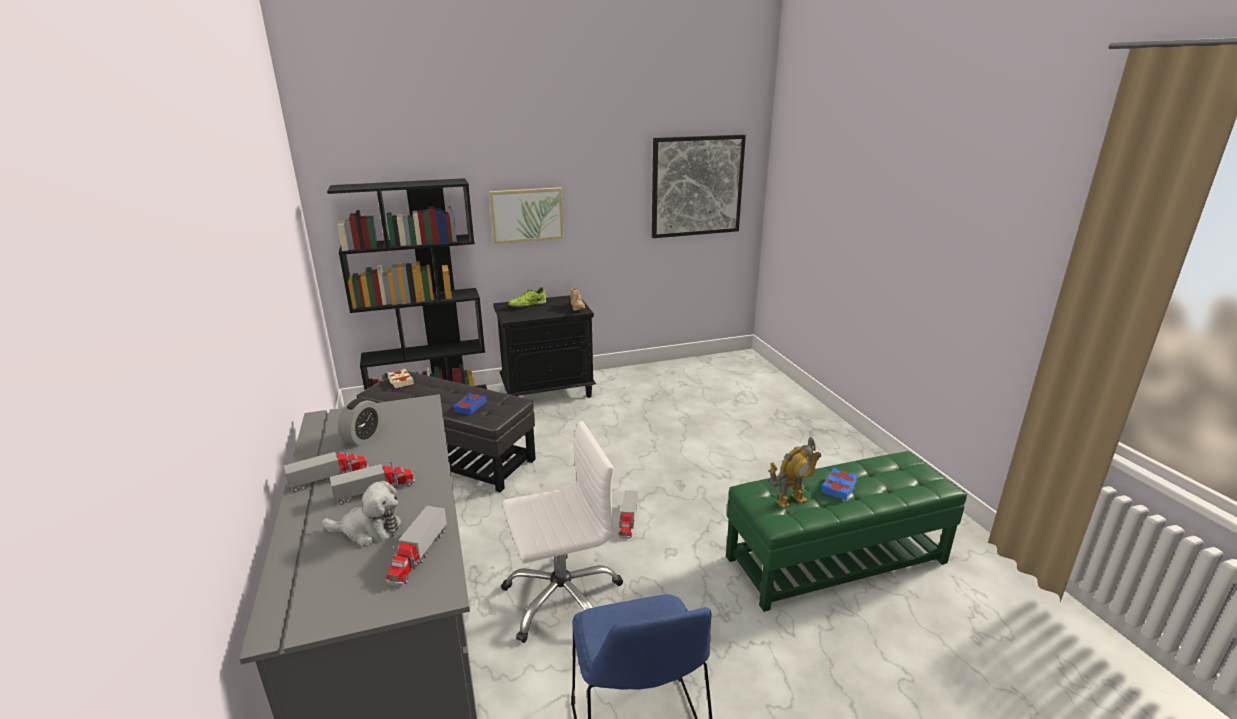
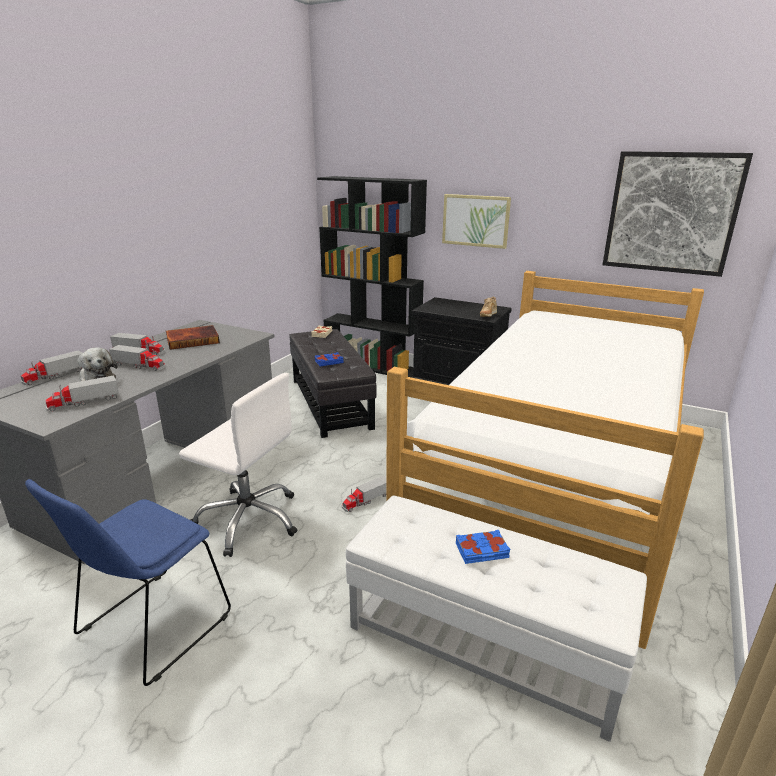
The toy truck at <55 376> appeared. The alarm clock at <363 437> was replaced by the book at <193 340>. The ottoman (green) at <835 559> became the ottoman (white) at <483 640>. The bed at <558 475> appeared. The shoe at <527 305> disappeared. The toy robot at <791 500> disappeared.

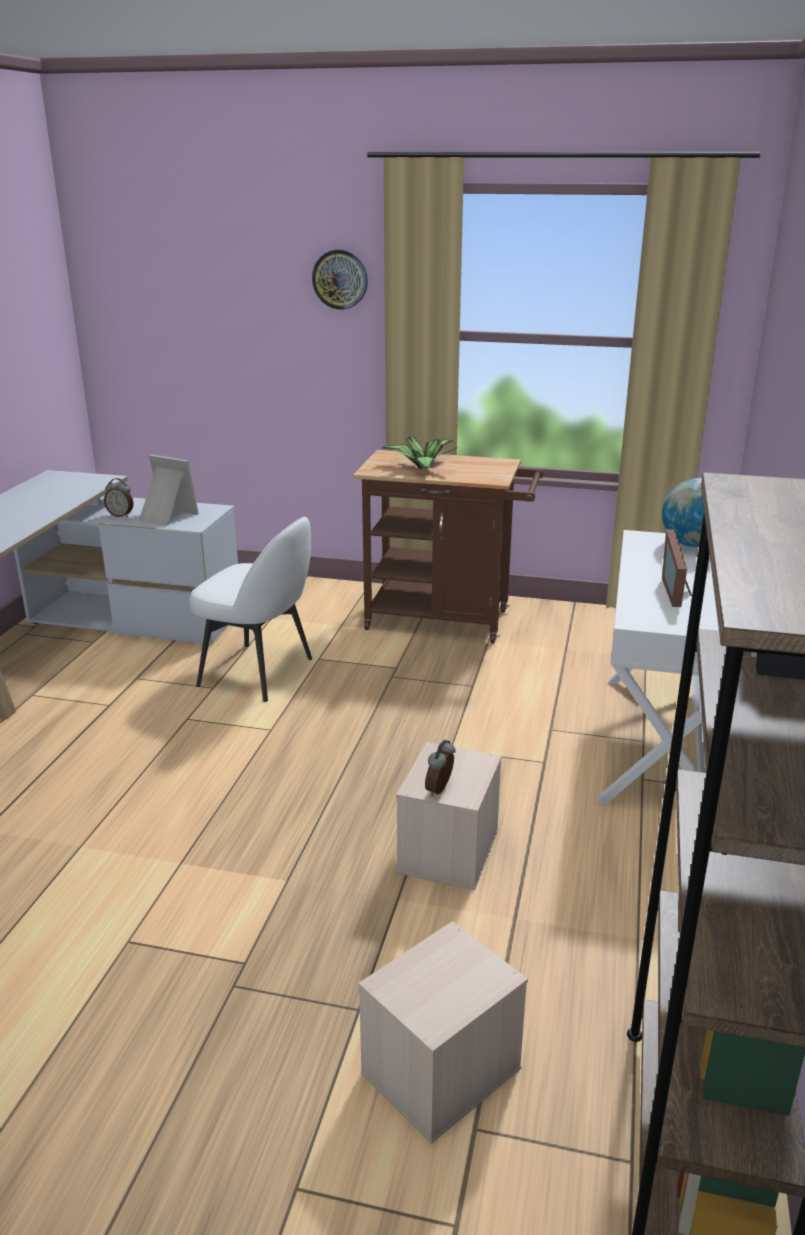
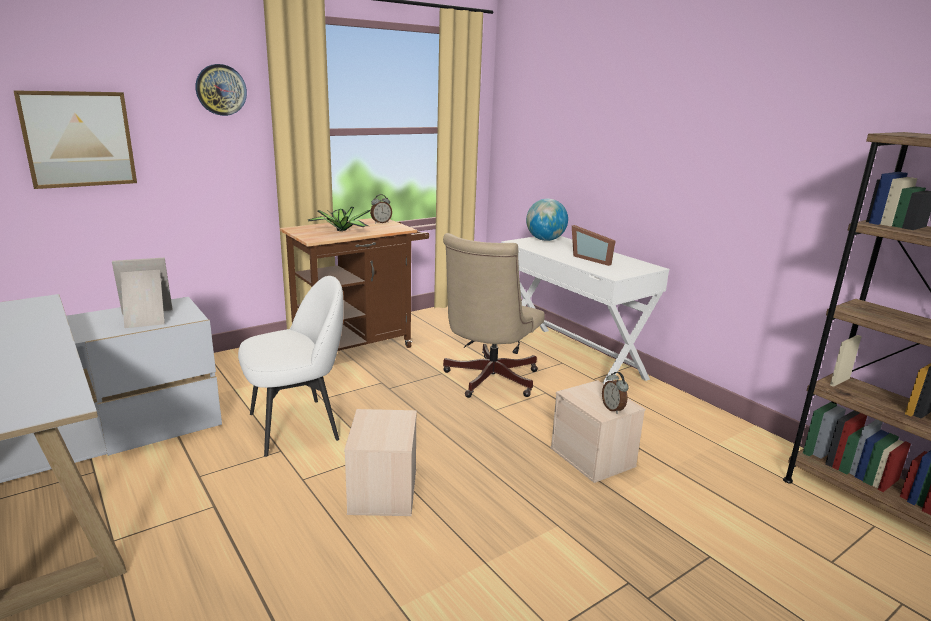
The picture at <78 139> appeared. The storage box (beige) moved from <440 1073> to <384 492>. The alarm clock moved from <121 515> to <381 222>. The office chair (beige) at <487 381> appeared.

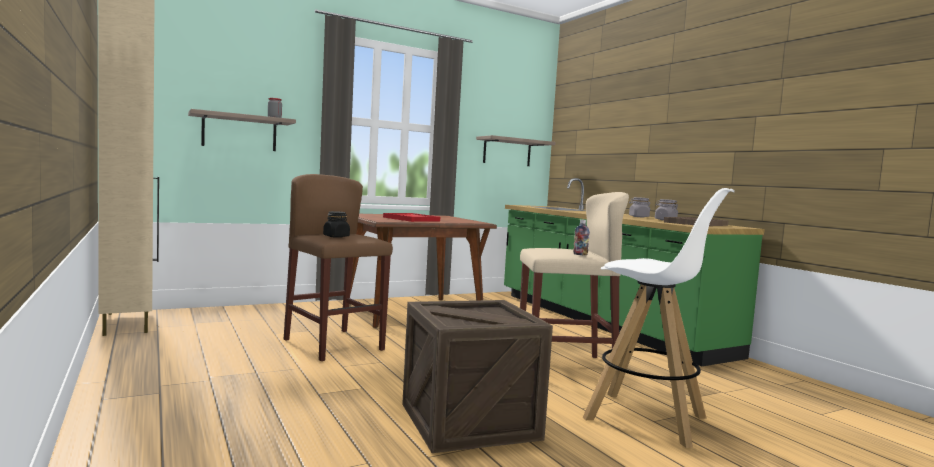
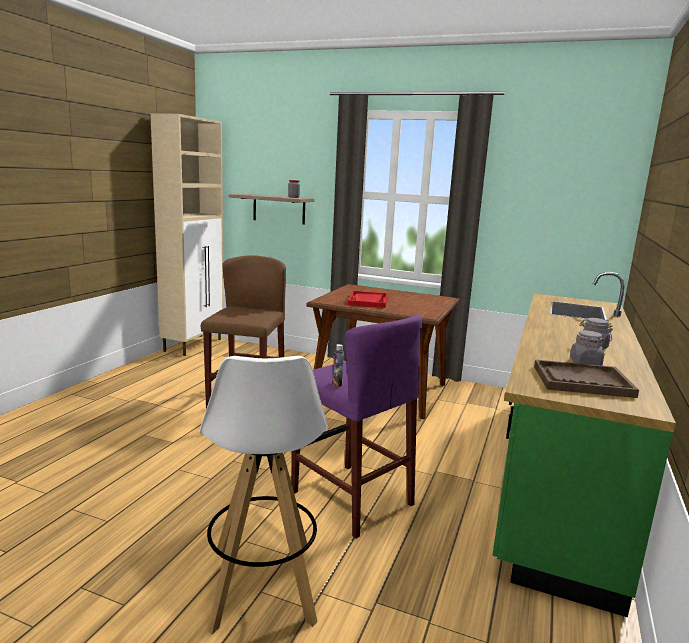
The stool (beige) at <564 366> became the stool (purple) at <351 498>. The jar (black) at <336 236> disappeared. The crate at <469 421> disappeared. The shelf at <507 152> disappeared.

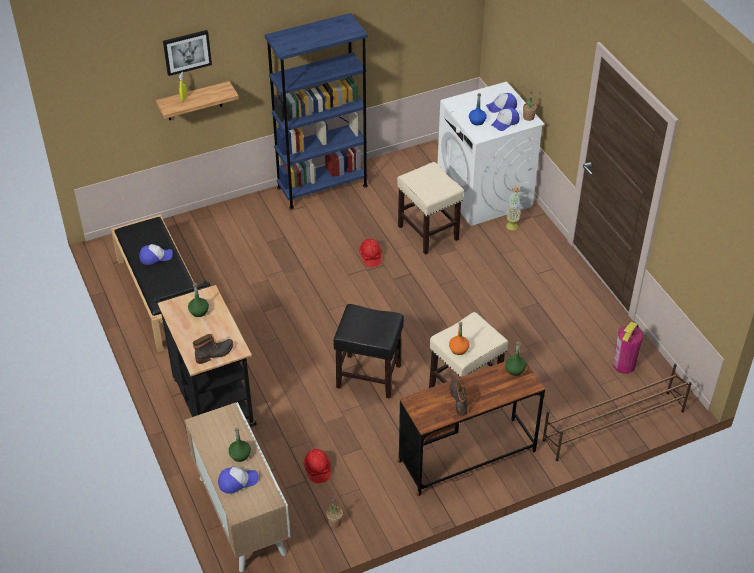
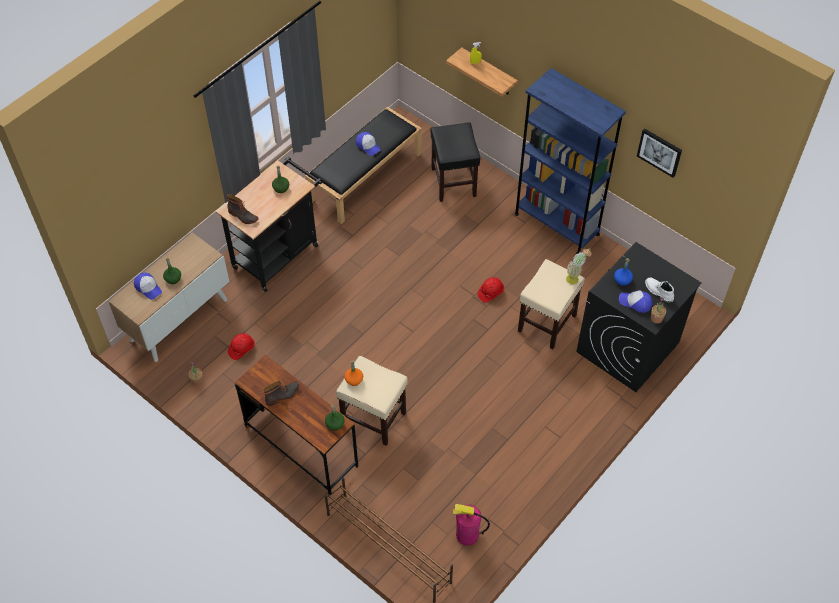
The stool (black) moved from <369 376> to <454 182>. The potted plant moved from <512 224> to <575 278>. The washing machine (white) at <484 194> became the washing machine (black) at <627 347>. The picture moved from <187 52> to <659 152>. The cap at <501 106> was replaced by the boot (white) at <658 292>.

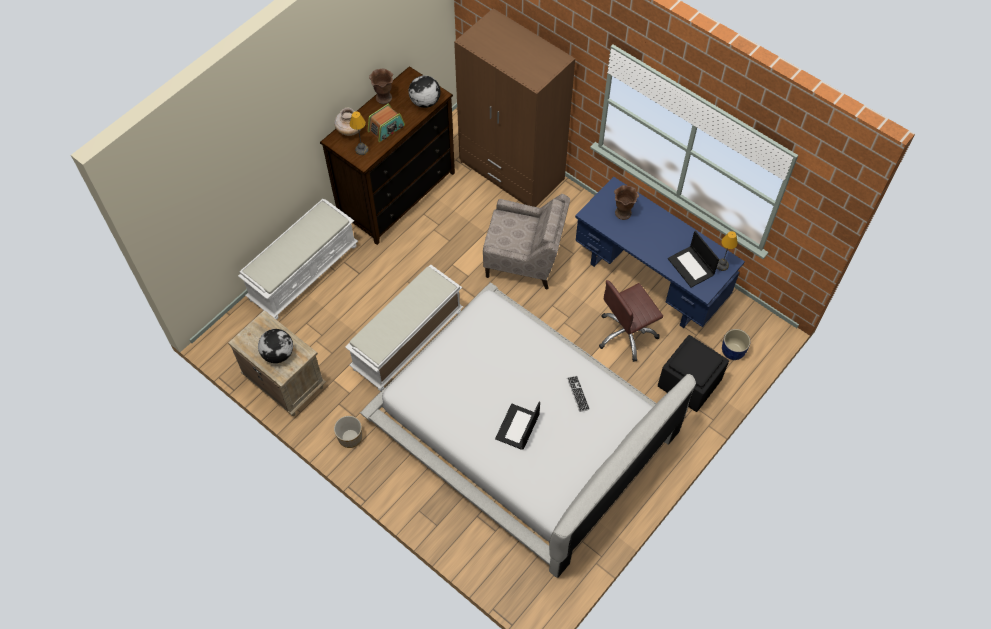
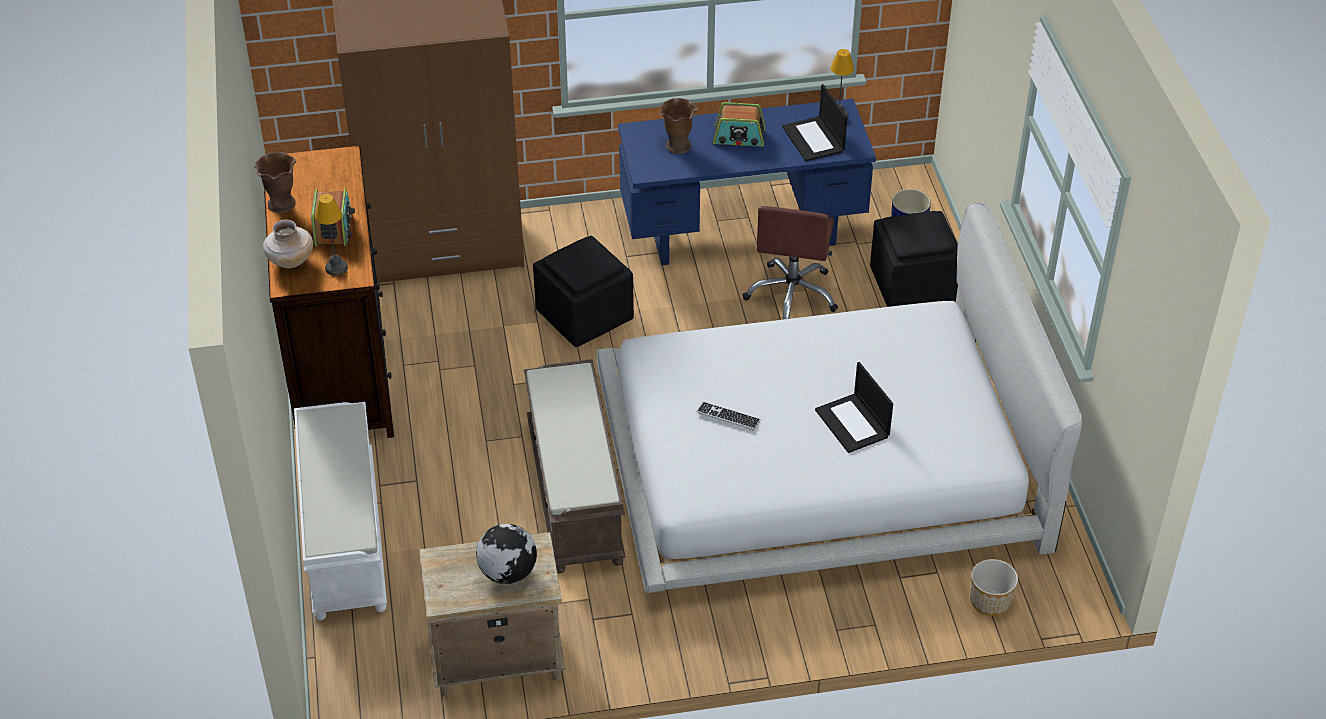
The bench (white) at <407 341> became the bench (brown) at <576 493>. The armchair (beige) at <524 259> was replaced by the ottoman (black) at <585 316>. The keyboard moved from <578 394> to <728 417>. The radio at <739 137> appeared. The laptop at <691 267> turned 60 degrees clockwise. The planter moved from <350 438> to <990 601>. The globe at <425 102> disappeared.

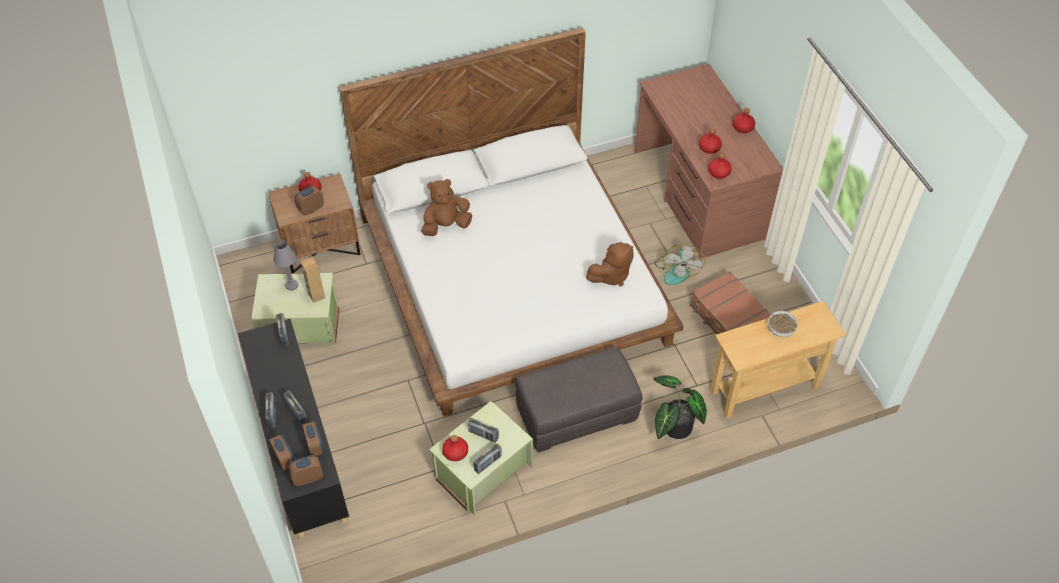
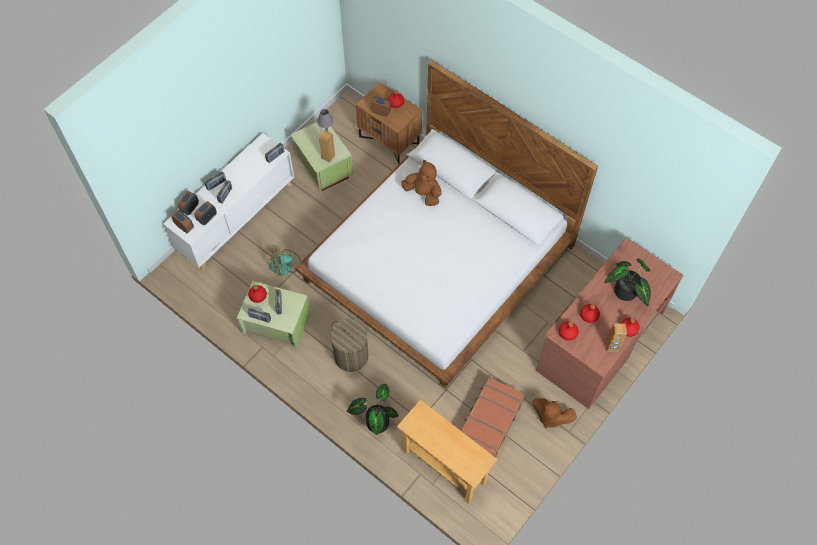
The cabinet (black) at <300 448> became the cabinet (white) at <236 217>. The fan moved from <677 270> to <285 266>. The ottoman (grey) at <577 414> was replaced by the laundry basket at <351 356>. The plush toy (brown) moved from <611 275> to <550 416>. The potted plant at <625 293> appeared. The speaker (brown) at <612 346> appeared. The bowl at <781 330> disappeared.

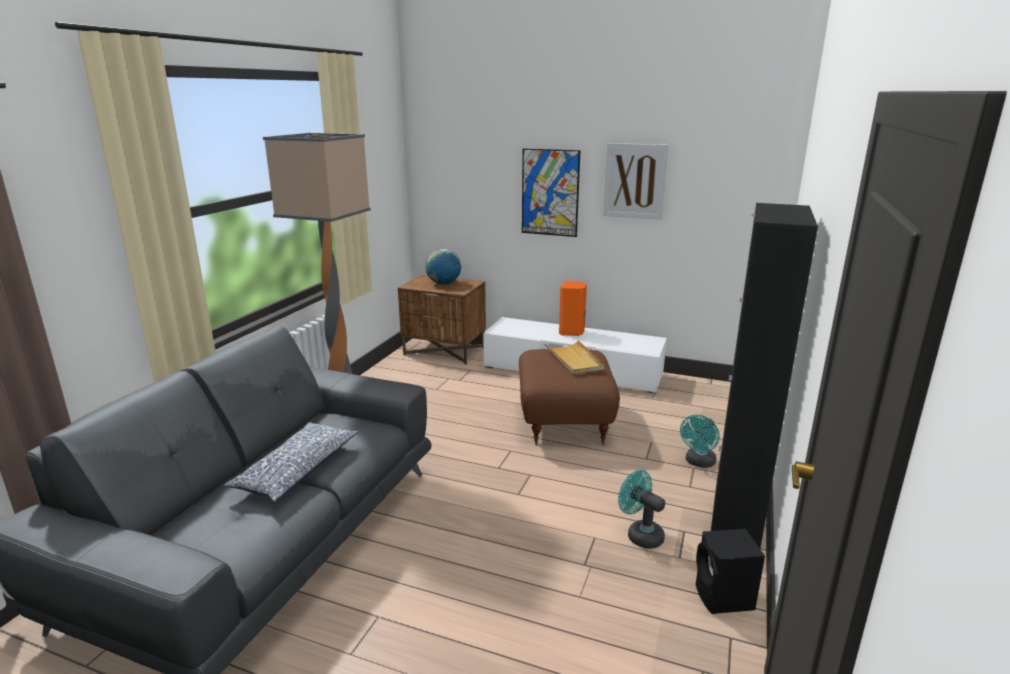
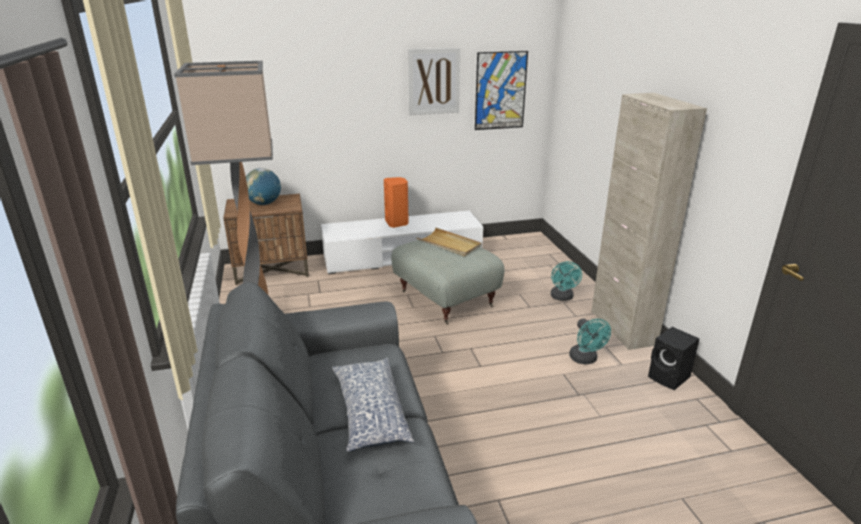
The ottoman (brown) at <563 422> became the ottoman (grey) at <445 300>. The picture moved from <550 193> to <500 91>. The fan (turquoise) at <640 534> turned 120 degrees counterclockwise. The cabinet (black) at <735 520> became the cabinet (beige) at <622 328>.

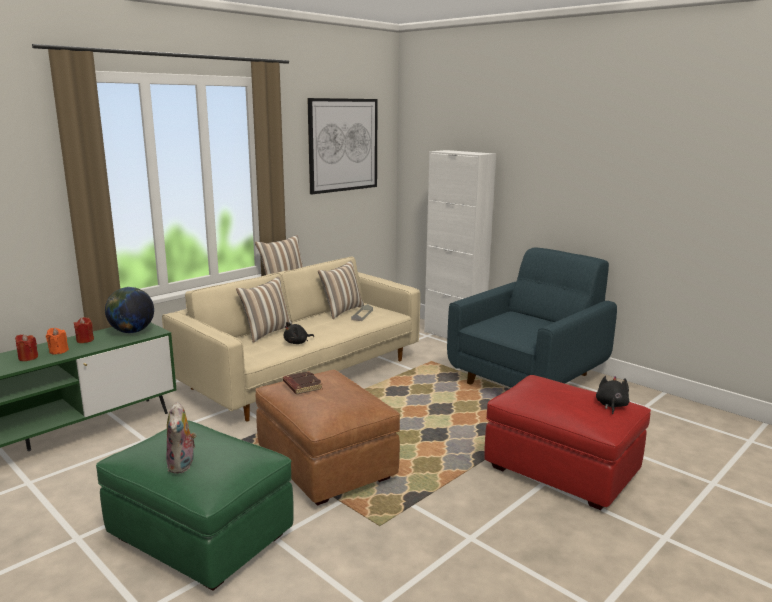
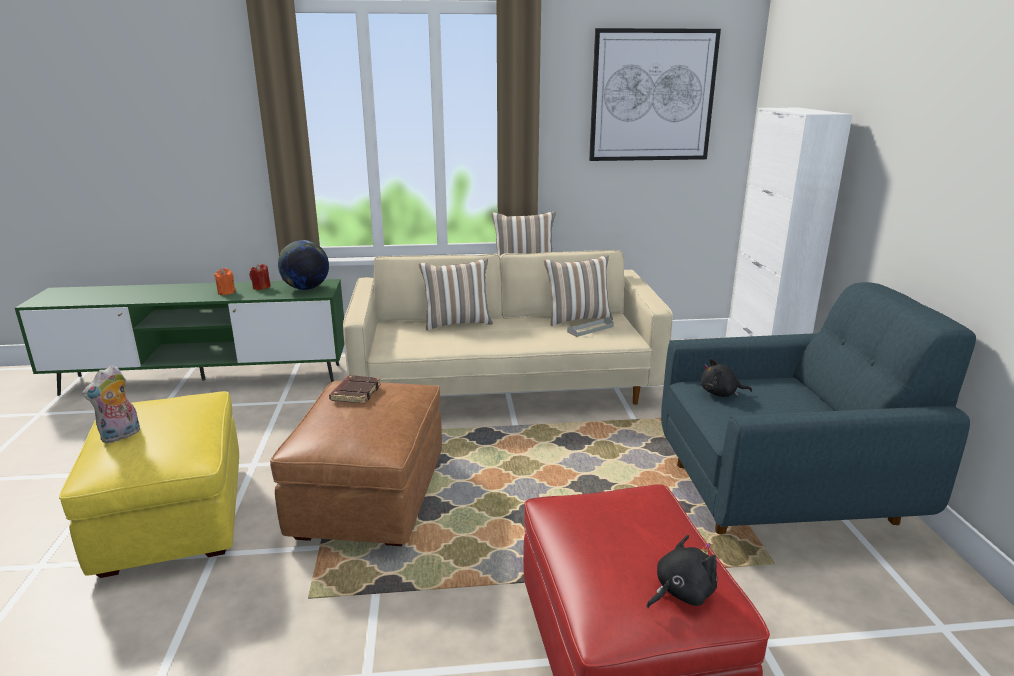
The ottoman (green) at <200 537> became the ottoman (yellow) at <173 518>. The plush toy (black) moved from <297 343> to <721 393>. The candle (red) at <28 358> disappeared.

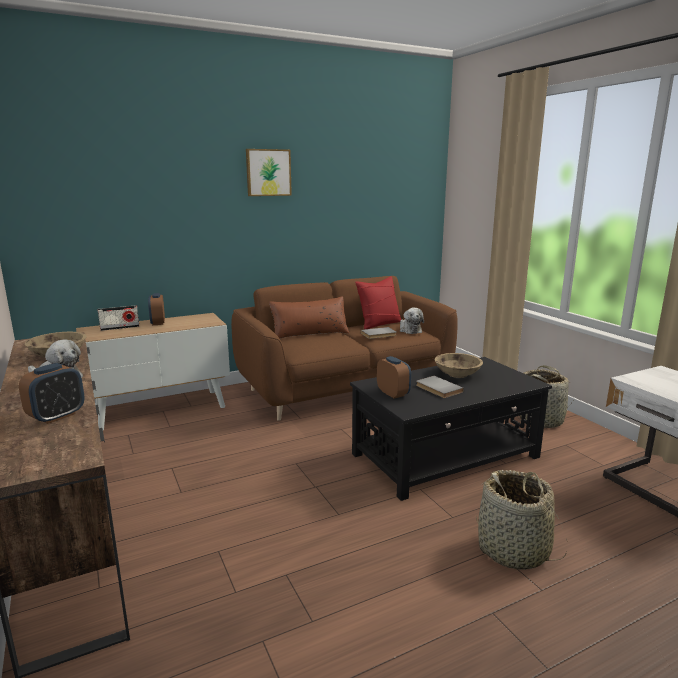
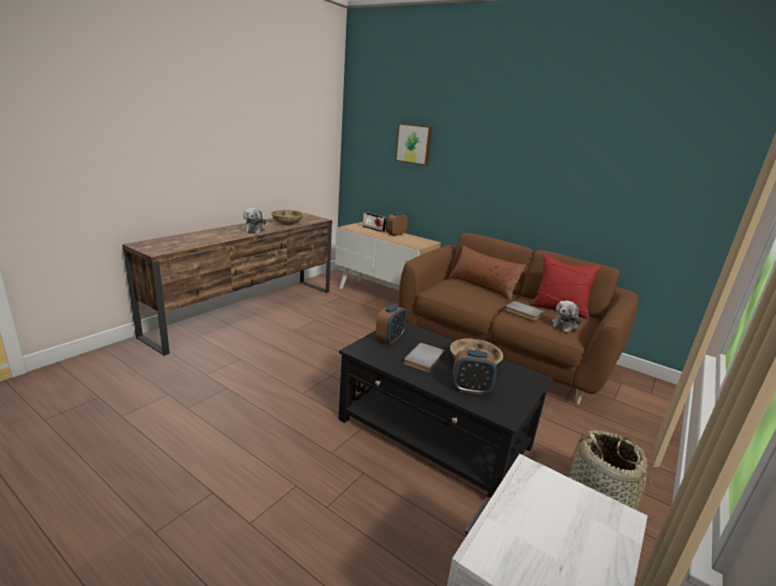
The picture moved from <268 172> to <414 144>. The alarm clock moved from <57 416> to <471 389>. The basket at <513 550> disappeared.

